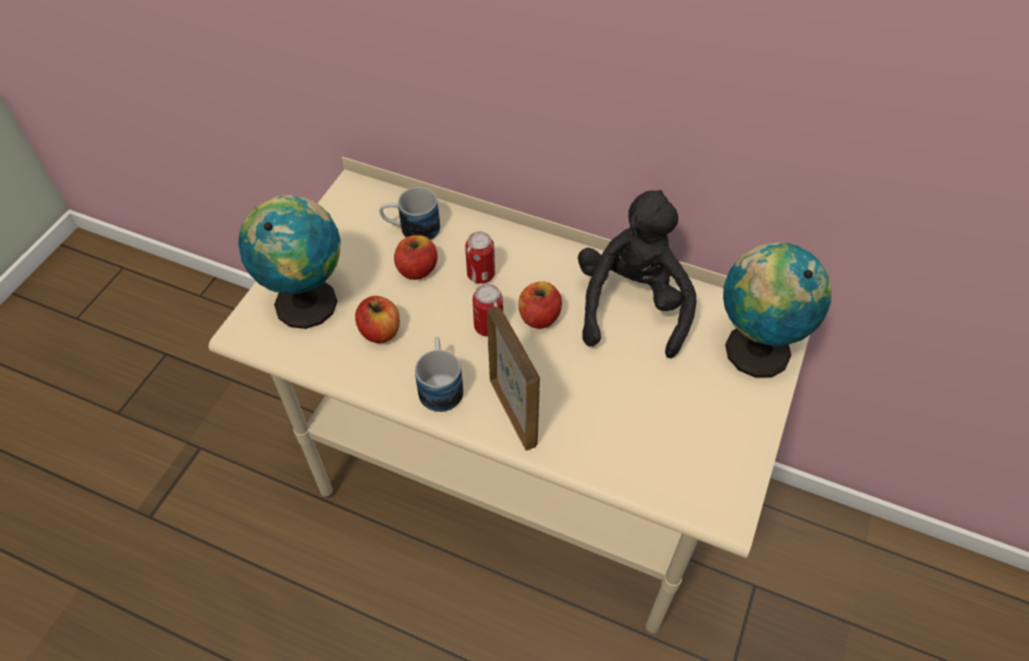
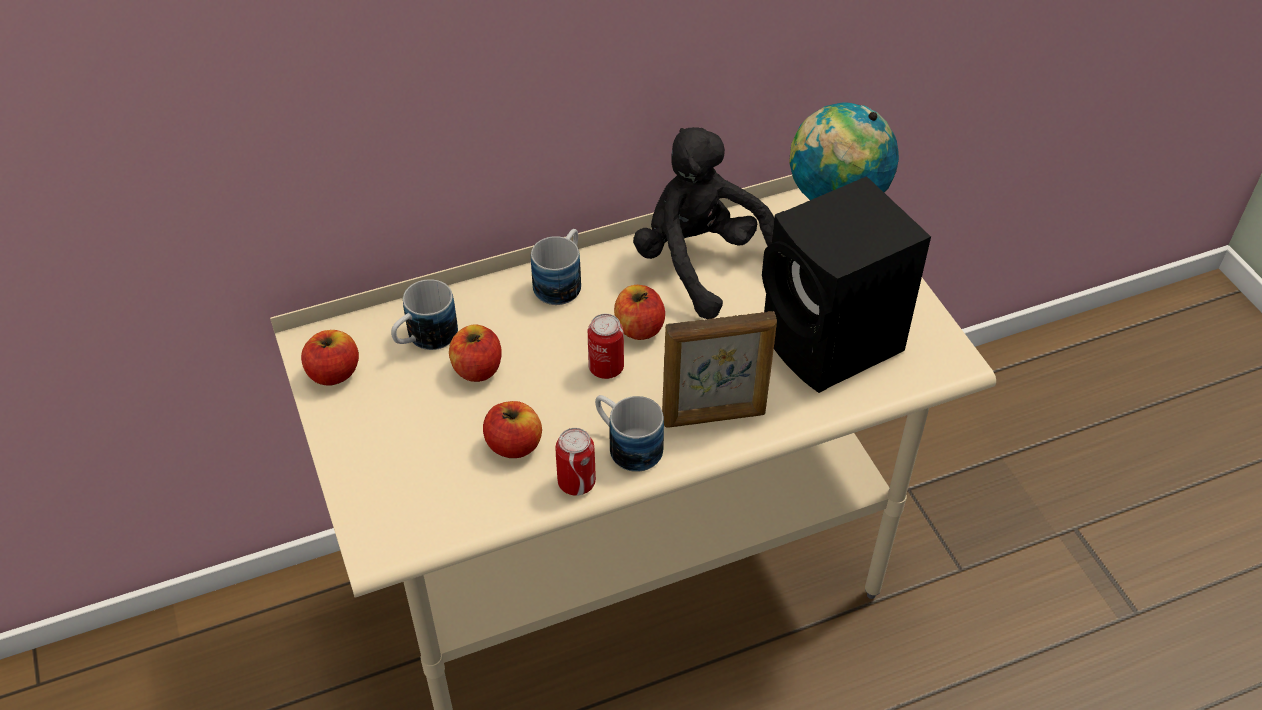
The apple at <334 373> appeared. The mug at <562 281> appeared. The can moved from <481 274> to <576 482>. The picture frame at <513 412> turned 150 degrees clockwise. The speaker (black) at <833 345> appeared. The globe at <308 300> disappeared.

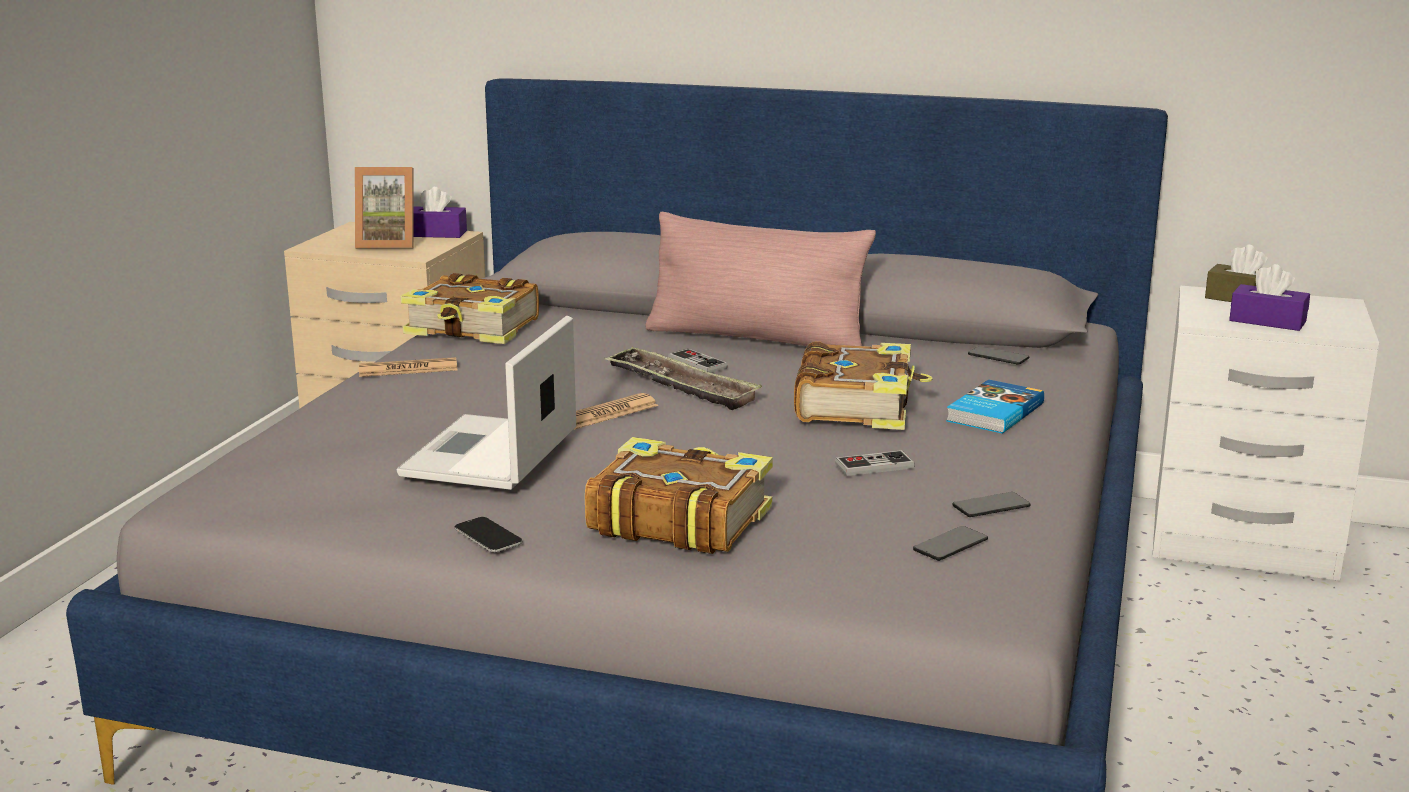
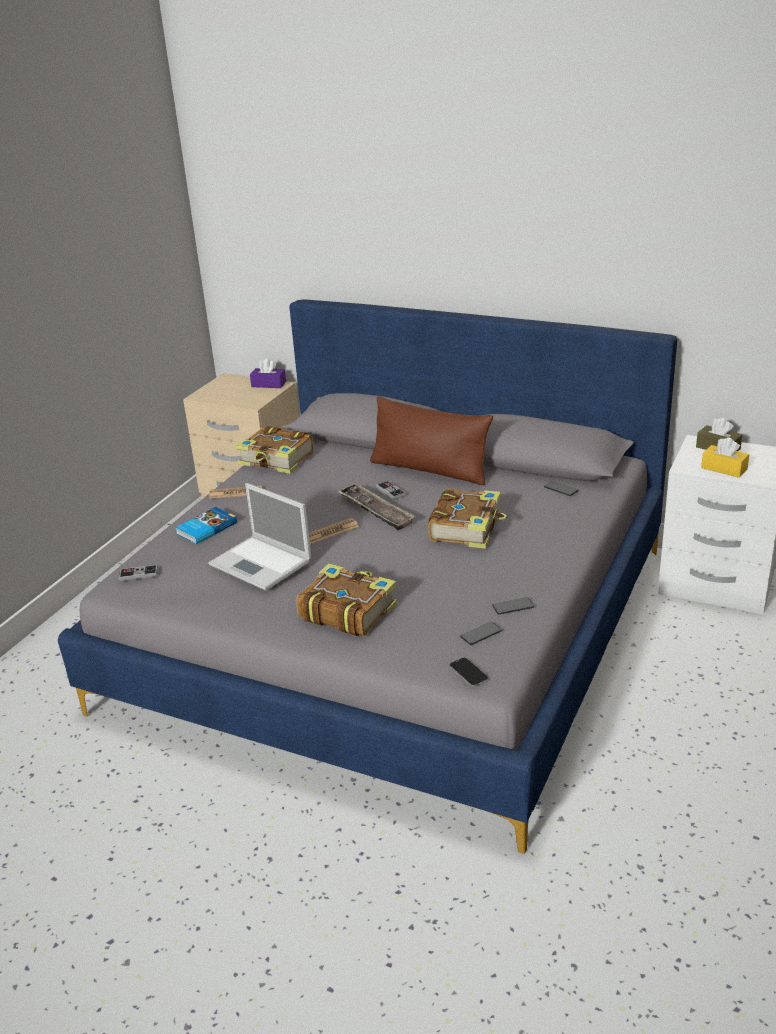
The game controller moved from <874 466> to <138 574>. The book moved from <993 412> to <206 528>. The laptop at <489 455> turned 75 degrees counterclockwise. The pillow (pink) at <756 338> became the pillow (brown) at <429 470>. The phone moved from <488 536> to <468 672>. The tissue box (purple) at <1267 321> became the tissue box (yellow) at <724 468>. The picture frame at <388 244> disappeared.

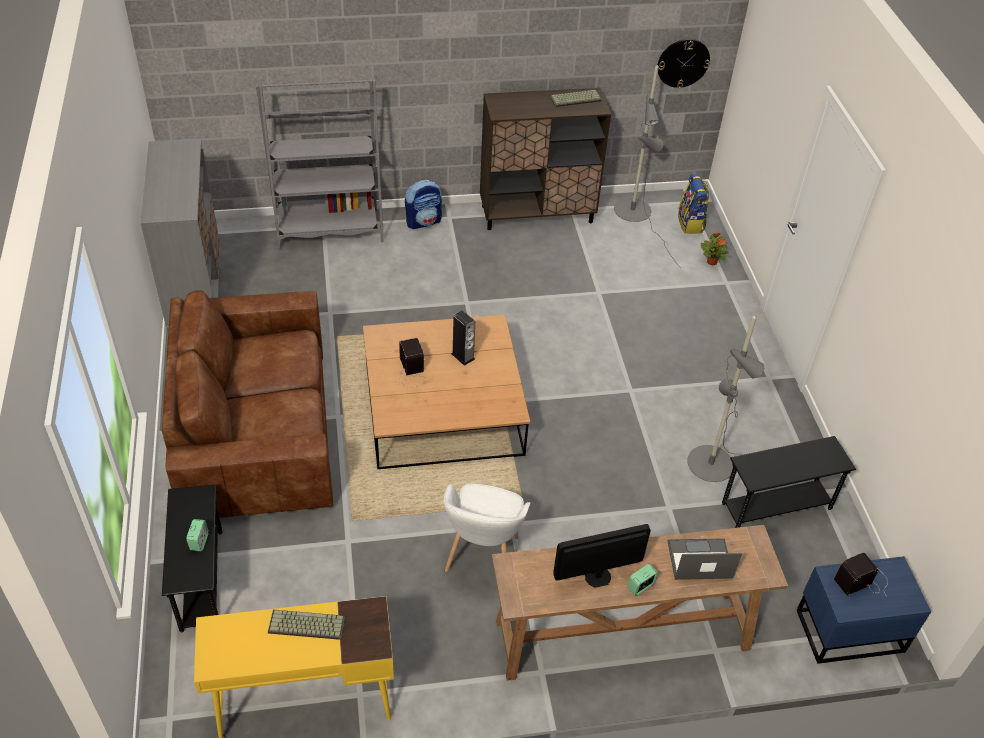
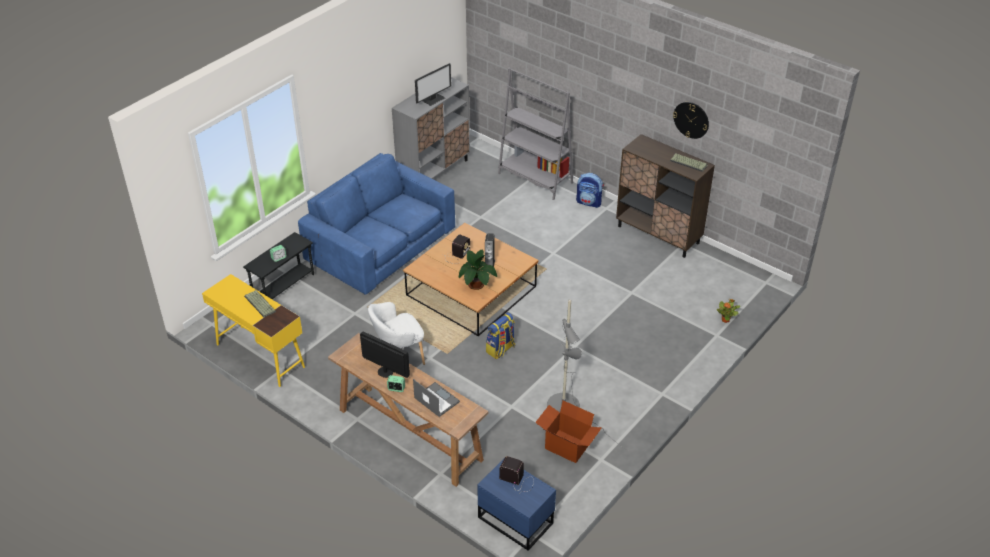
The sofa (brown) at <256 429> became the sofa (blue) at <380 244>. The monitor at <433 99> appeared. The potted plant at <476 285> appeared. The backpack moved from <691 223> to <500 349>. The side table (black) at <776 506> was replaced by the cardboard box at <566 447>. The wall clock moved from <683 62> to <691 119>. The floor lamp (grey) at <637 215> disappeared.

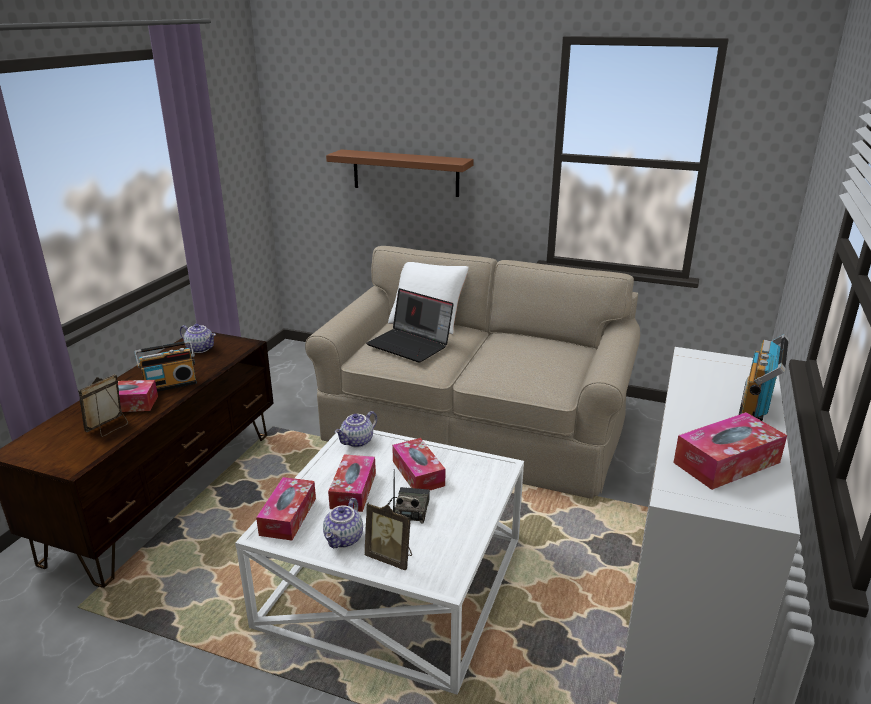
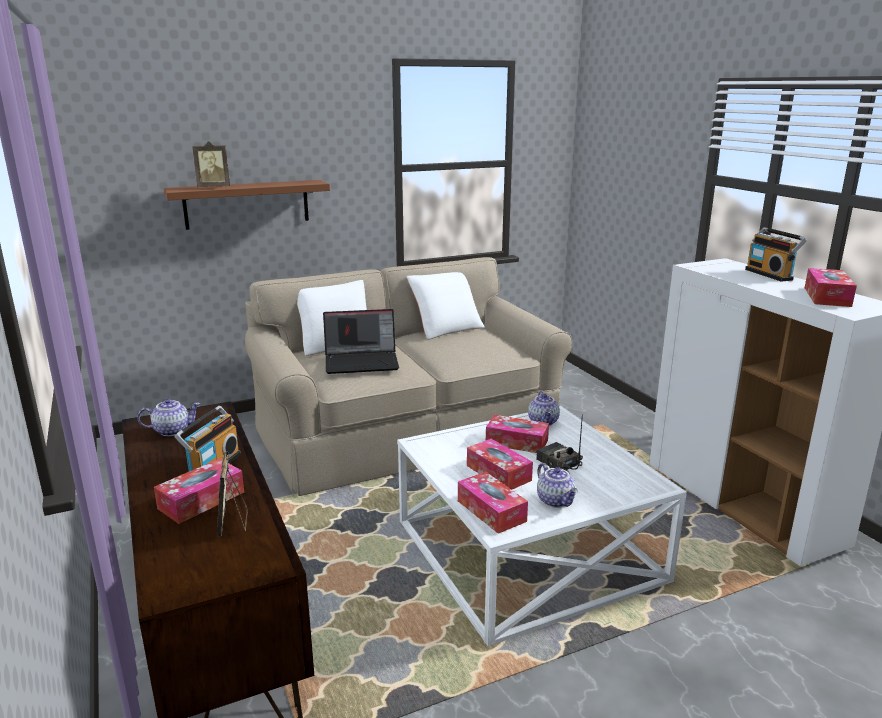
The picture frame moved from <390 557> to <213 187>. The pillow (white) at <446 328> appeared. The teapot moved from <357 442> to <544 422>.

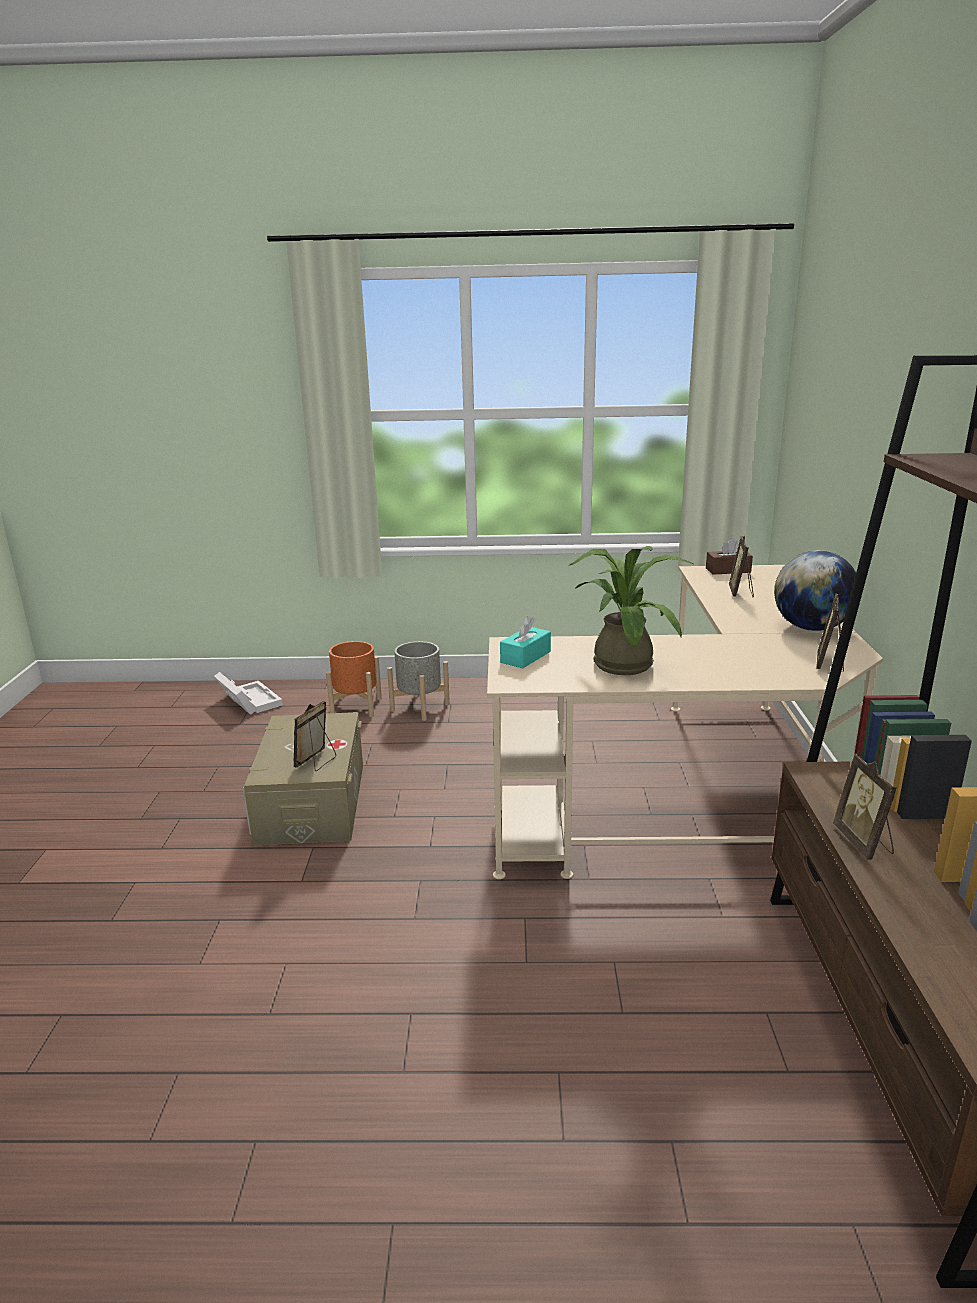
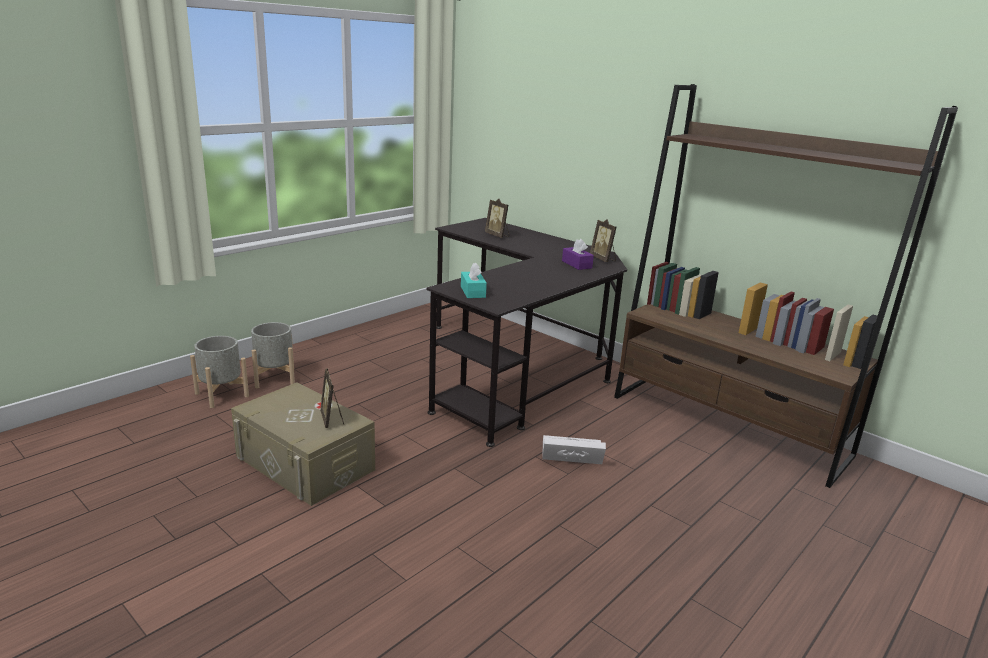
The planter (orange) at <356 707> became the planter (grey) at <221 395>. The desk (beige) at <697 797> became the desk (black) at <518 367>. The storage box (white) moved from <248 701> to <569 455>. The tissue box (purple) at <576 264> appeared. The potted plant at <622 662> disappeared. The tissue box (brown) at <728 570> disappeared. The globe at <811 628> disappeared. The picture frame at <864 842> disappeared.

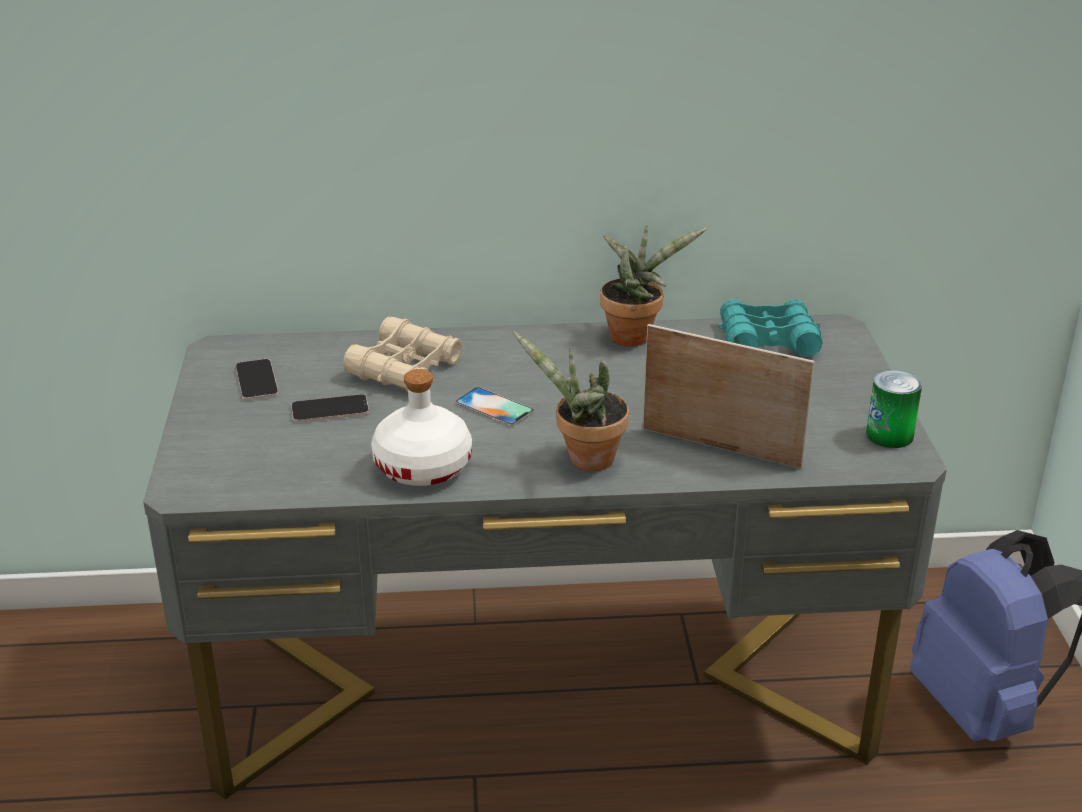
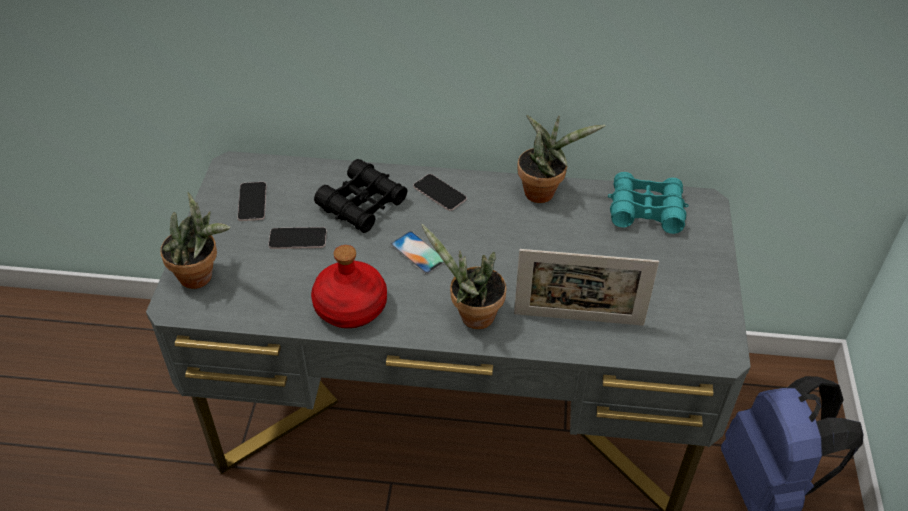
The potted plant at <201 277> appeared. The bottle (white) at <423 466> became the bottle (red) at <351 306>. The binoculars (beige) at <405 369> became the binoculars (black) at <362 204>. The phone at <439 193> appeared. The picture frame at <720 448> turned 150 degrees clockwise. The can at <889 435> disappeared.

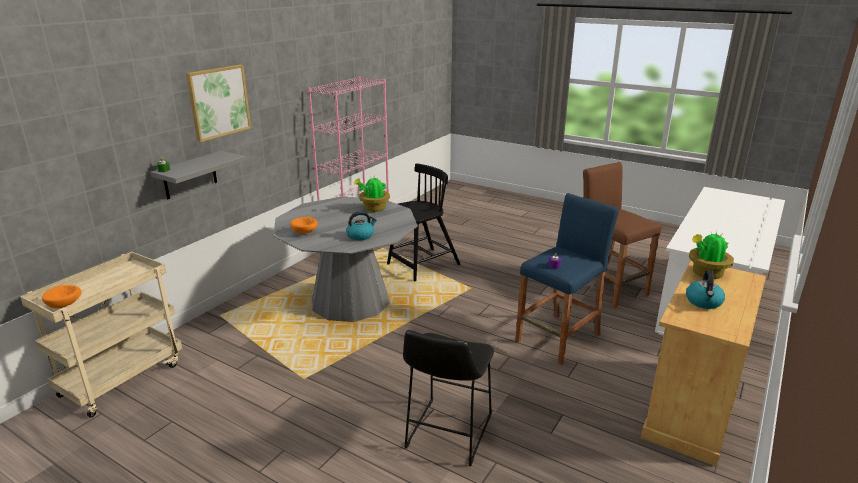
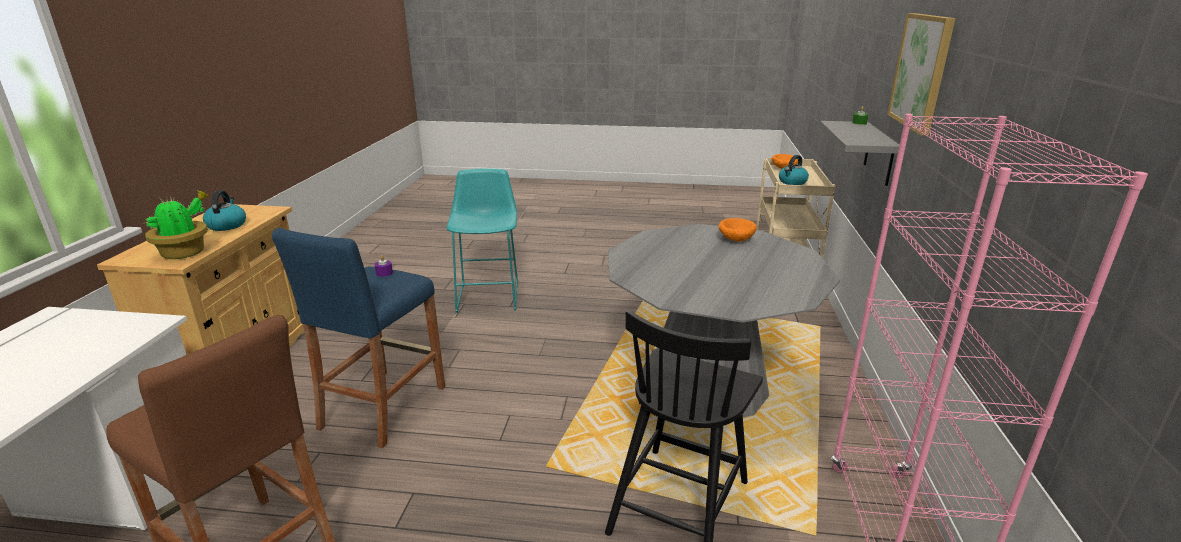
The stool (black) at <447 435> became the stool (turquoise) at <489 294>. The kettle moved from <361 236> to <792 182>. The potted plant at <373 209> disappeared.

